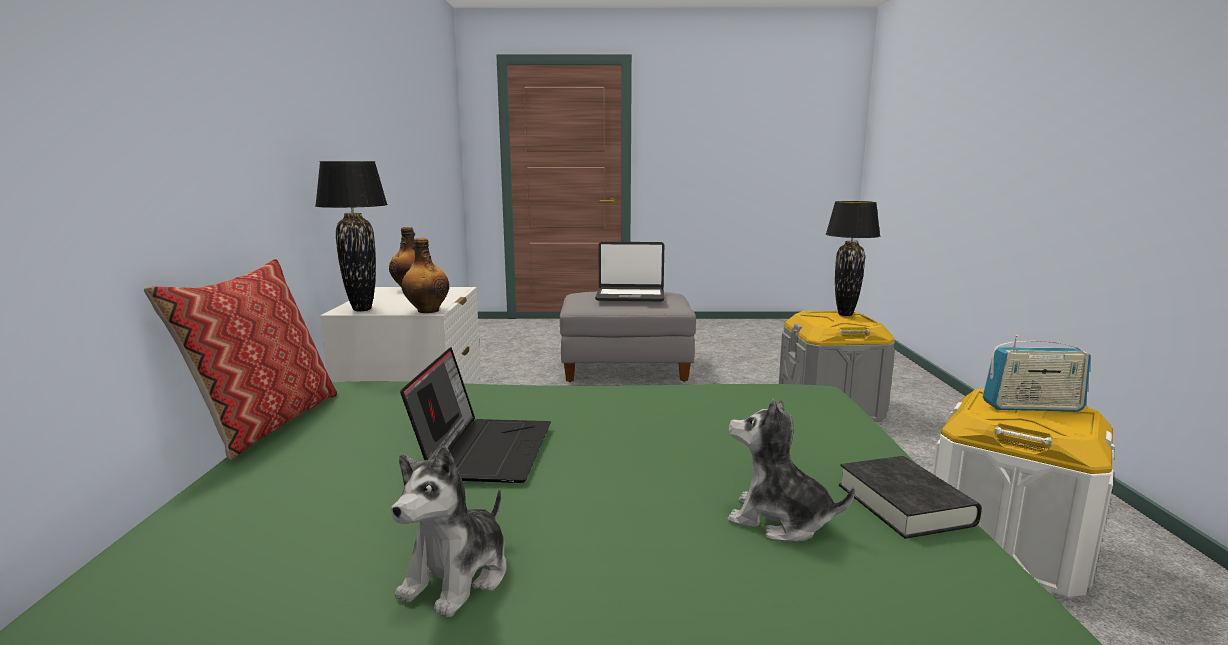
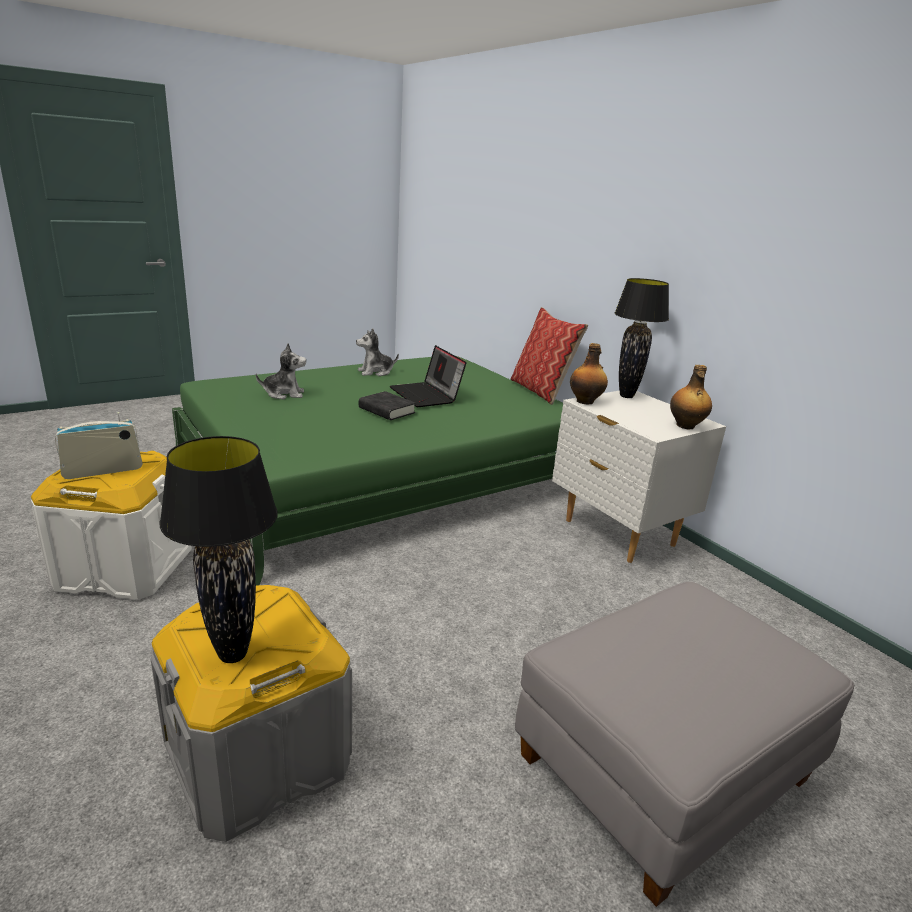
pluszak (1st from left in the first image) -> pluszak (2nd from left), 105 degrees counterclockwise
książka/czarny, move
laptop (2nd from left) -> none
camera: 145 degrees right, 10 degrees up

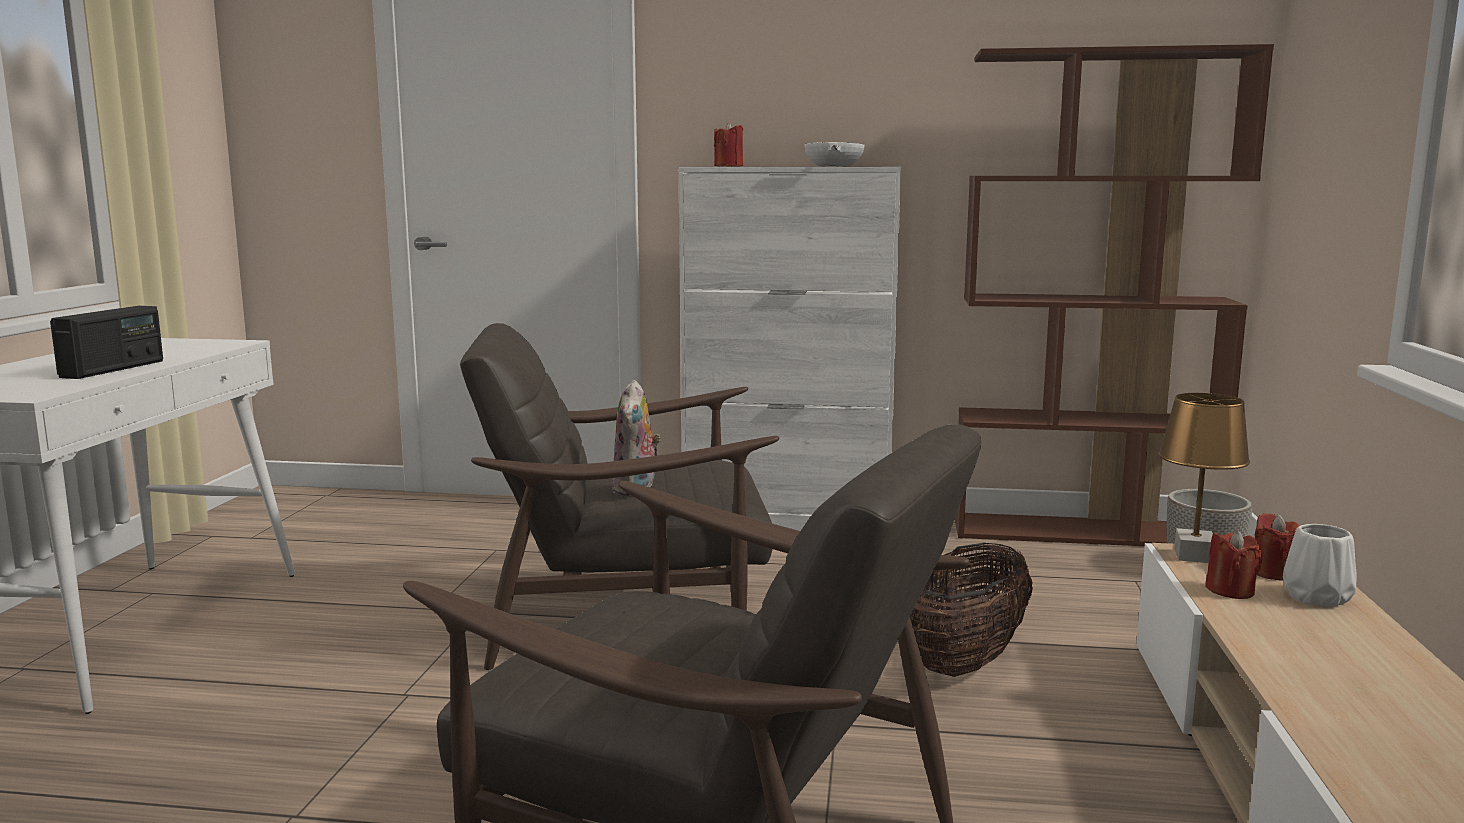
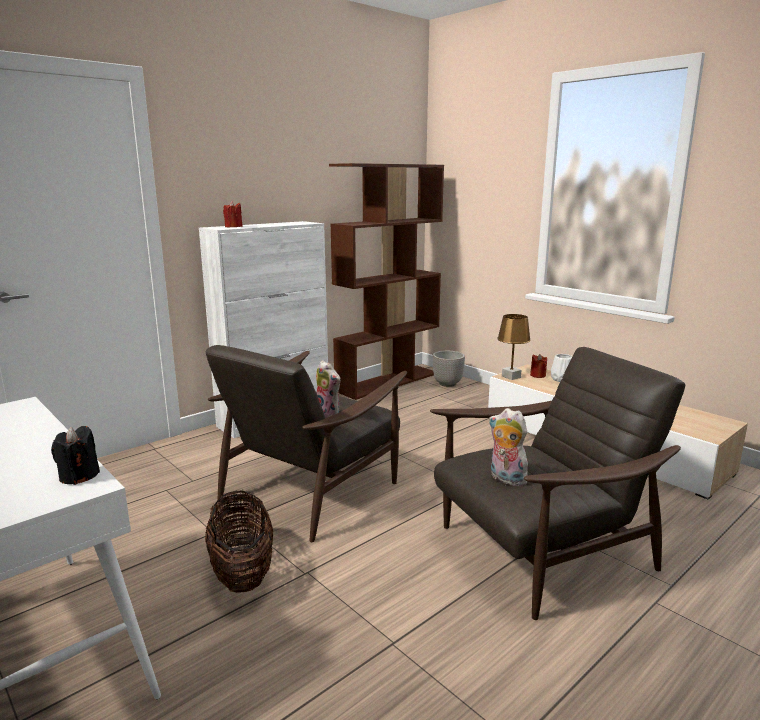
none -> świeca/czarny
koszyk, move
none -> pluszak (2nd from left)
radio -> none
miska/biały -> none
świeca/czerwony (2nd from left) -> none
camera: 50 degrees left, 5 degrees up

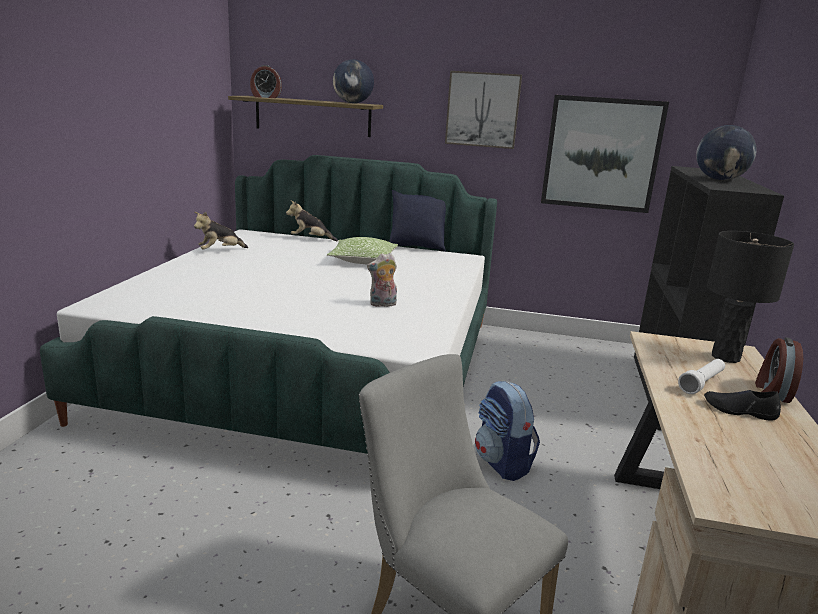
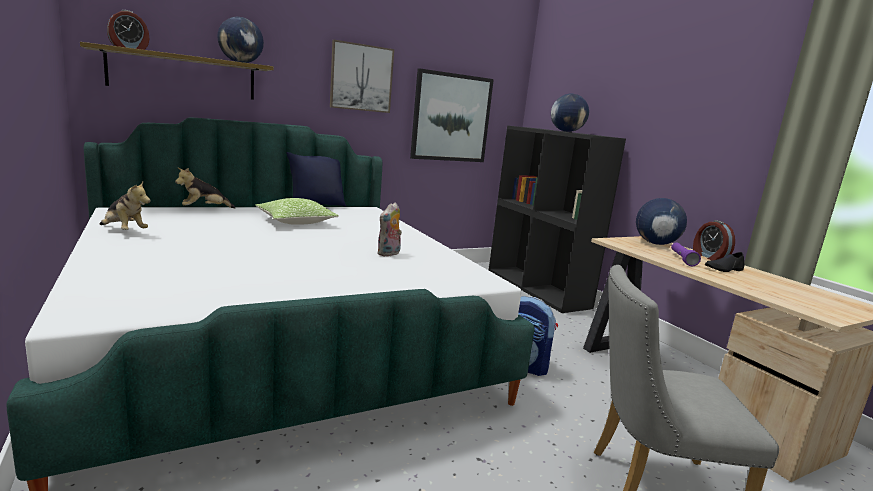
pluszak (1st from left), 75 degrees counterclockwise
lampa stołowa/czarny -> globus (3rd from left)
latarka/biały -> latarka/fioletowy
camera: 40 degrees left, 5 degrees down

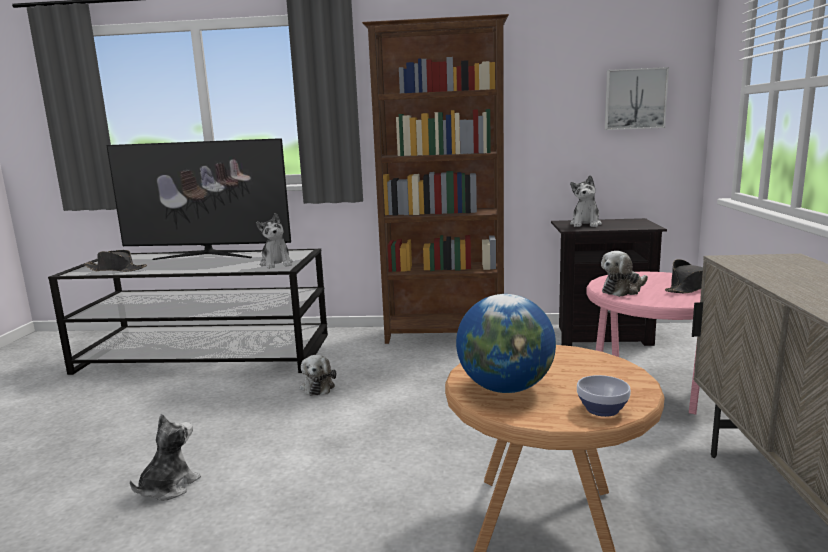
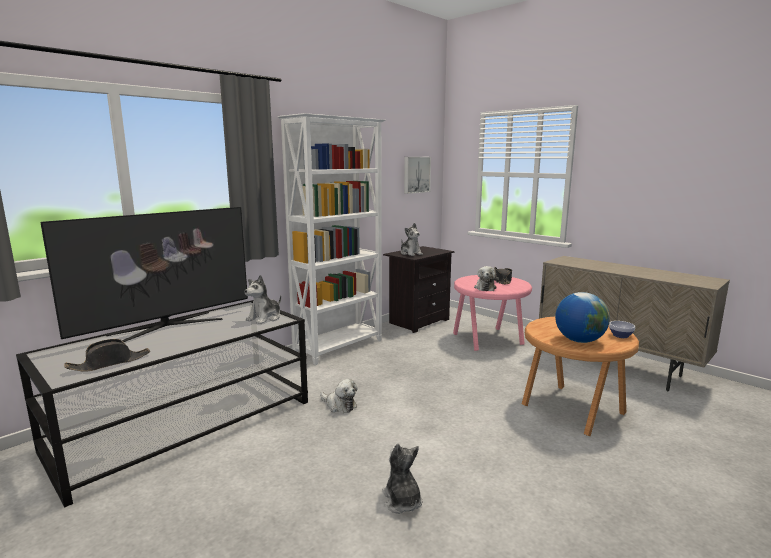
pluszak (2nd from left in the first image) -> pluszak (1st from left), 105 degrees clockwise
regał/brązowy -> regał/biały
camera: 50 degrees left, 0 degrees up

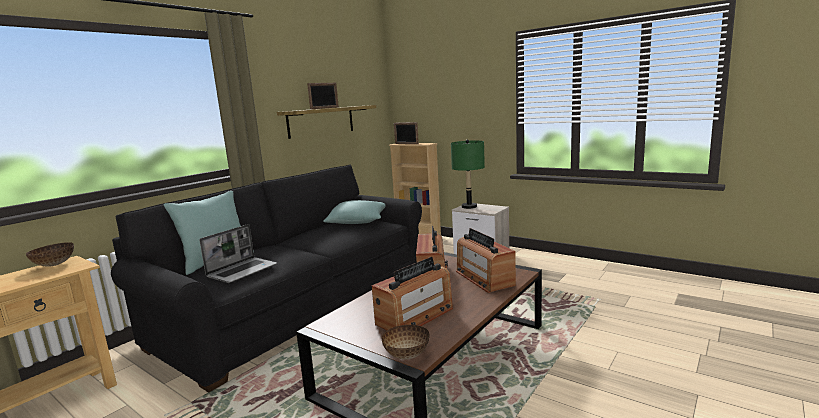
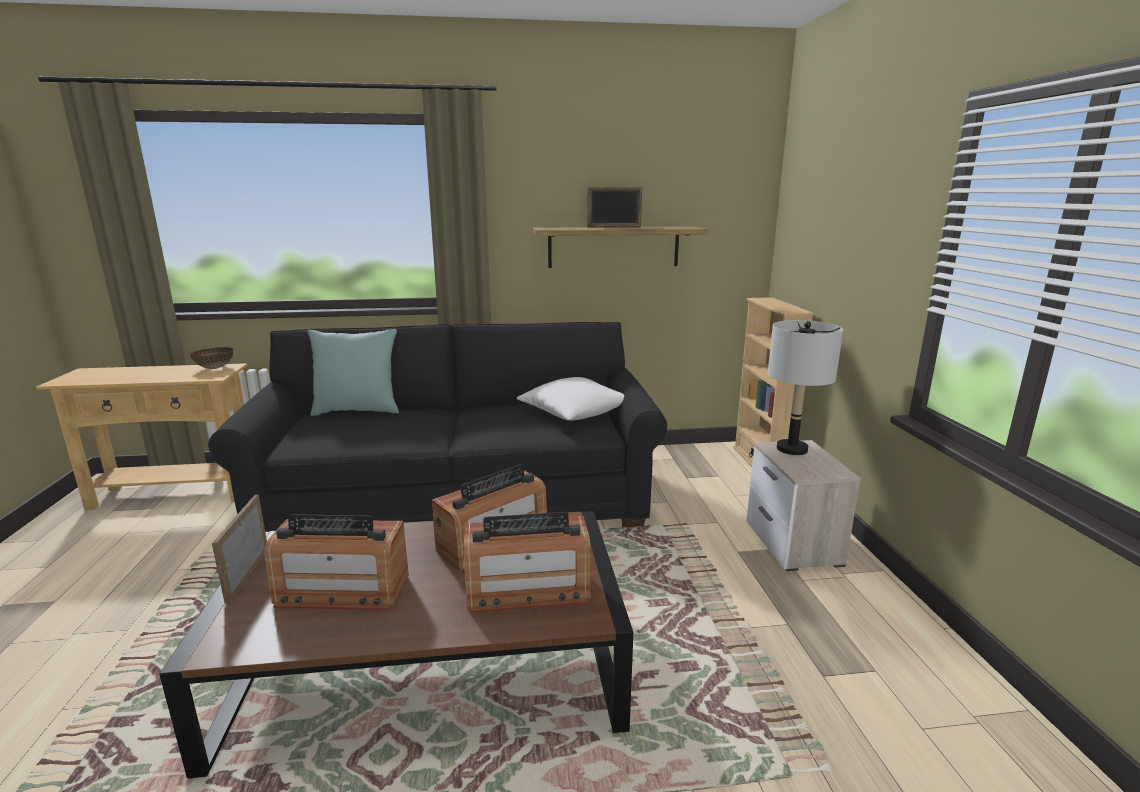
ramka na zdjęcie (2nd from left in the first image) -> ramka na zdjęcie (1st from left), move
radio (3rd from left), 120 degrees counterclockwise
poduszka/turkusowy (2nd from left) -> poduszka/biały
lampa stołowa/zielony -> lampa stołowa/szary
laptop -> none
miska (2nd from left) -> none
camera: 45 degrees right, 5 degrees up

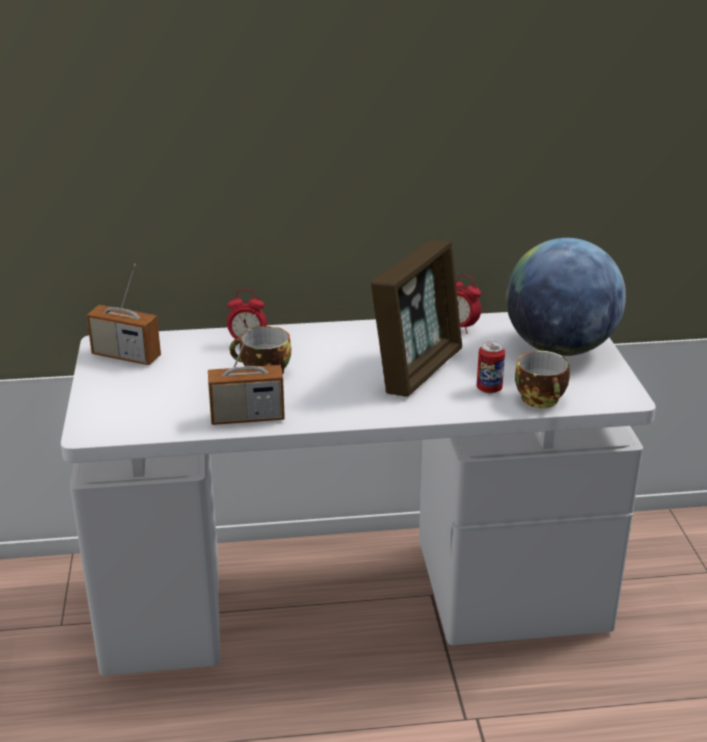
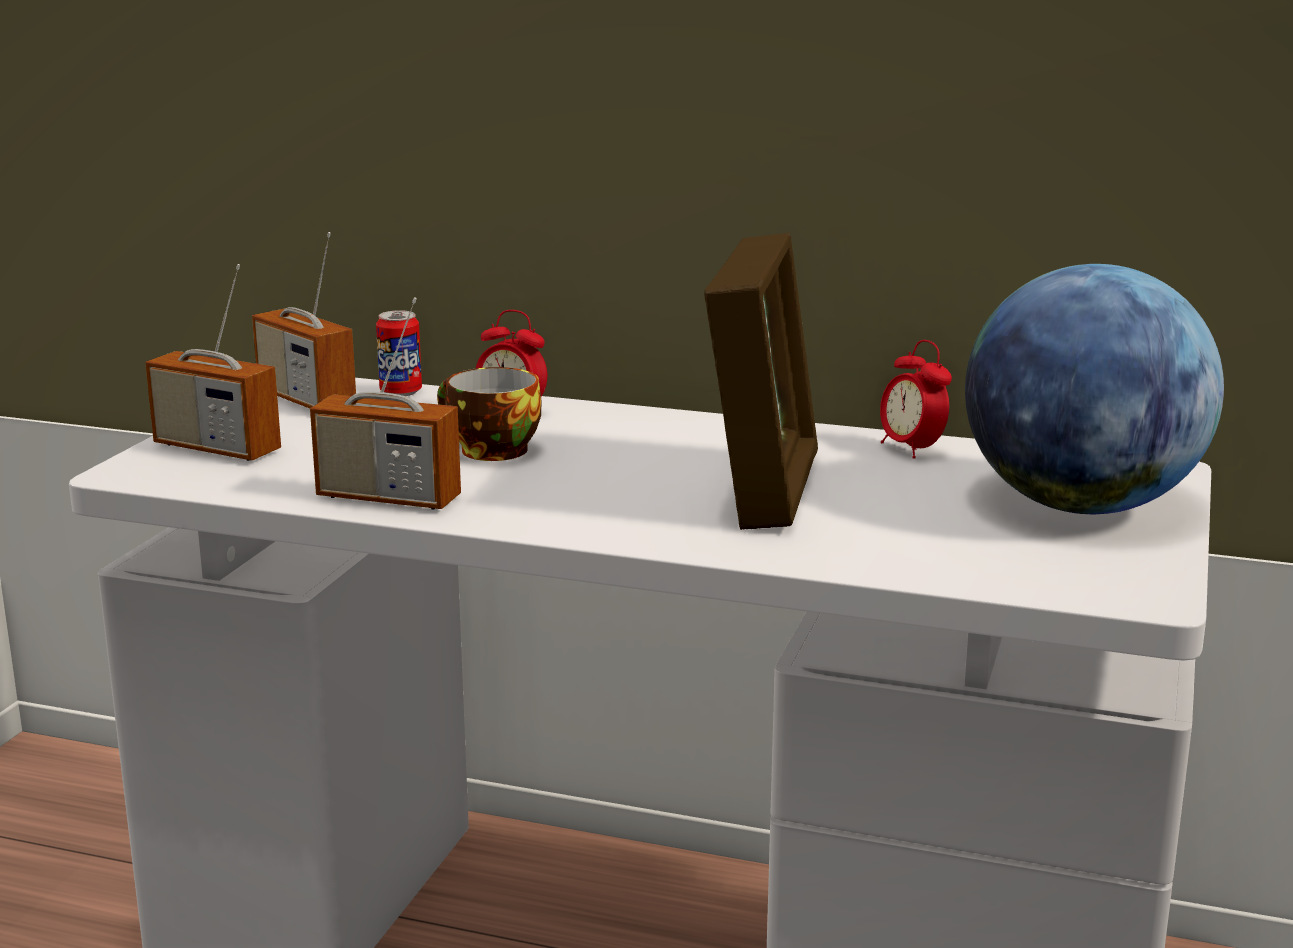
none -> radio (1st from left)
puszka, move
ramka na zdjęcie, 45 degrees counterclockwise
filiżanka (2nd from left) -> none
camera: 25 degrees right, 10 degrees down

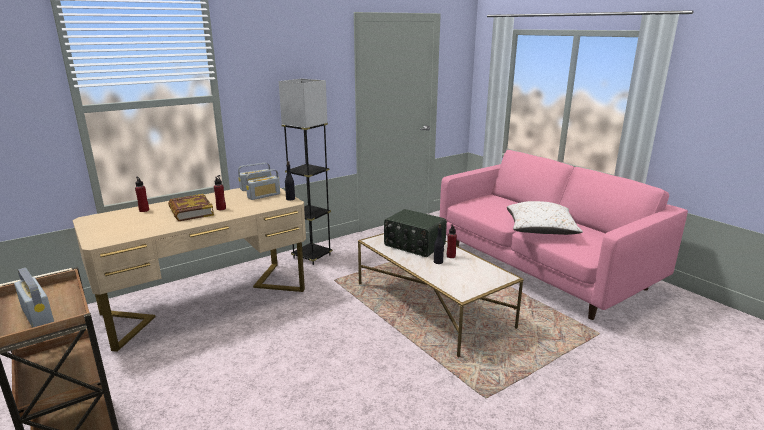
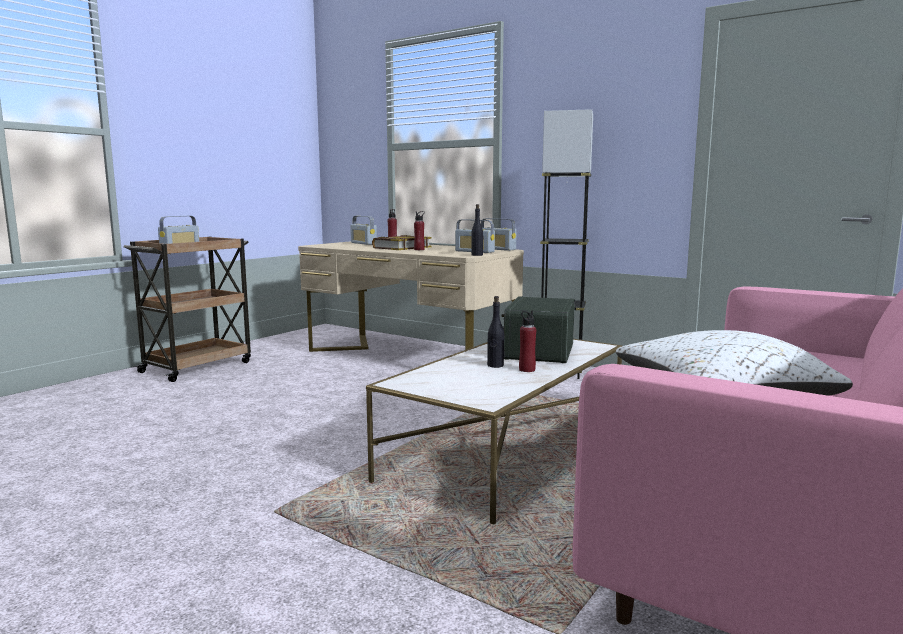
none -> radio (2nd from left)
camera: 70 degrees right, 10 degrees down

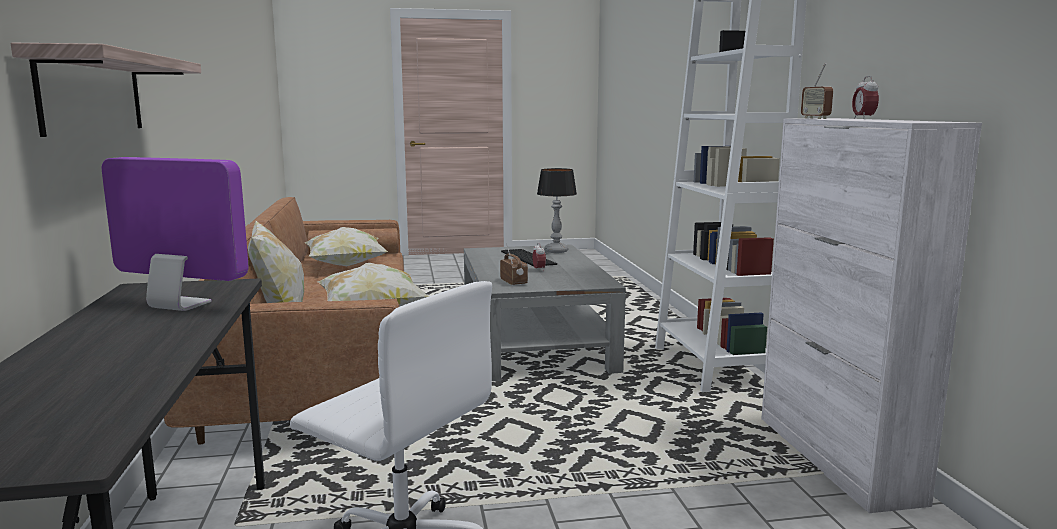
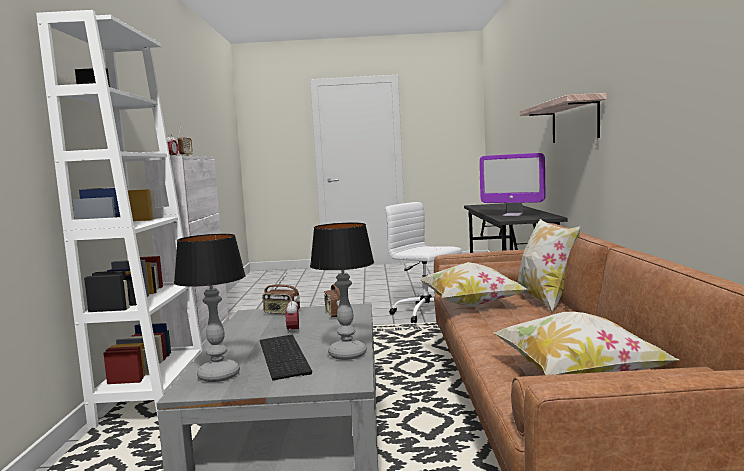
none -> radio (2nd from left)
none -> lampa stołowa (2nd from left)
camera: 170 degrees left, 5 degrees down

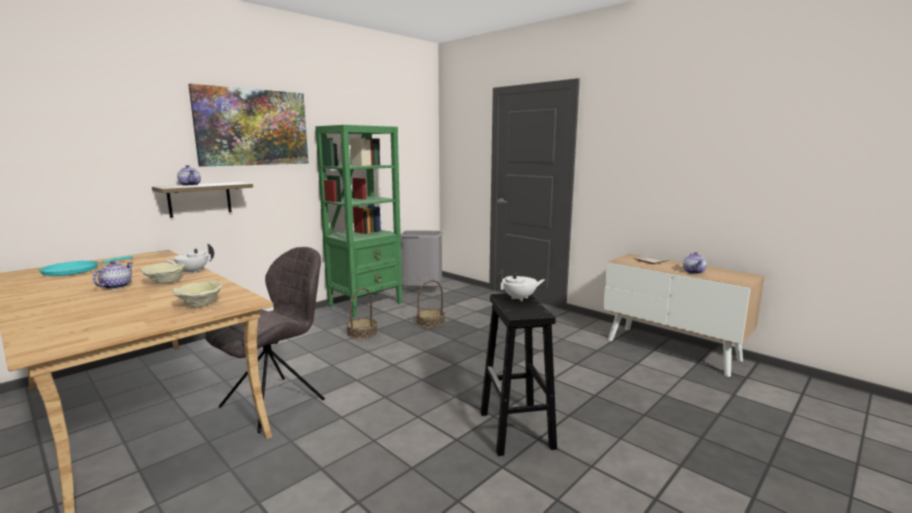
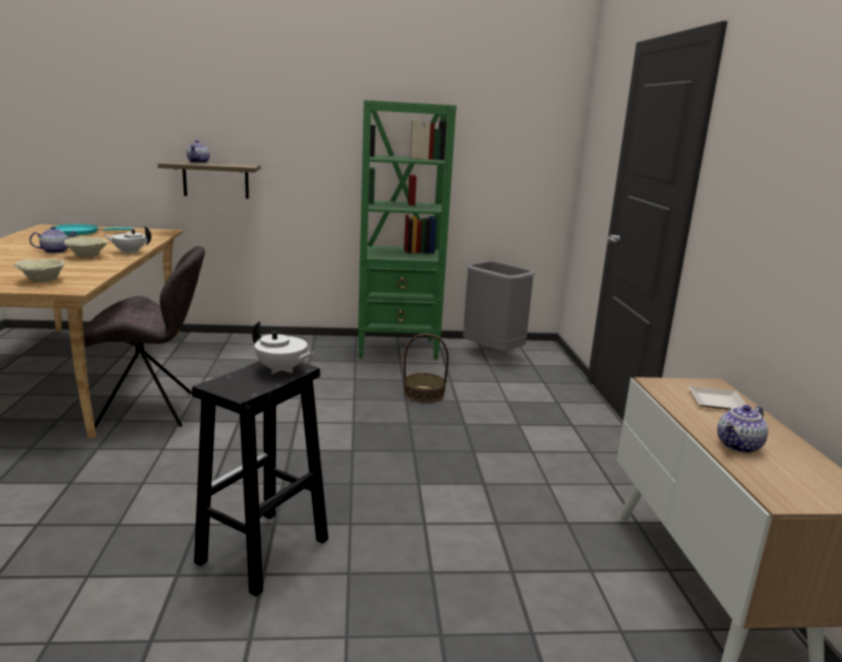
obraz -> none
koszyk (1st from left) -> none
camera: 40 degrees right, 5 degrees up

